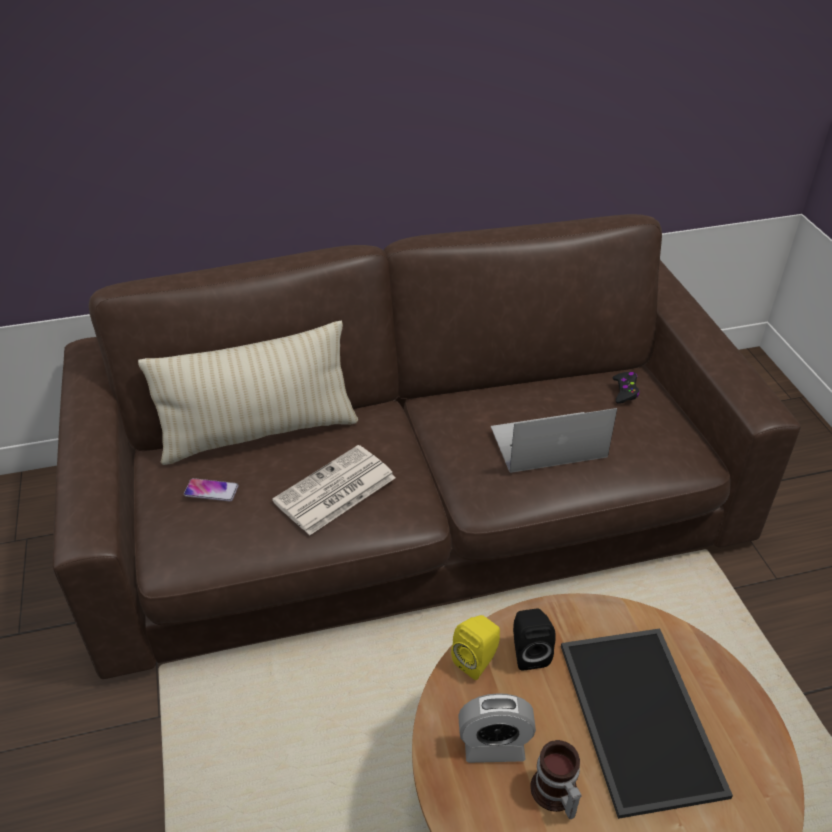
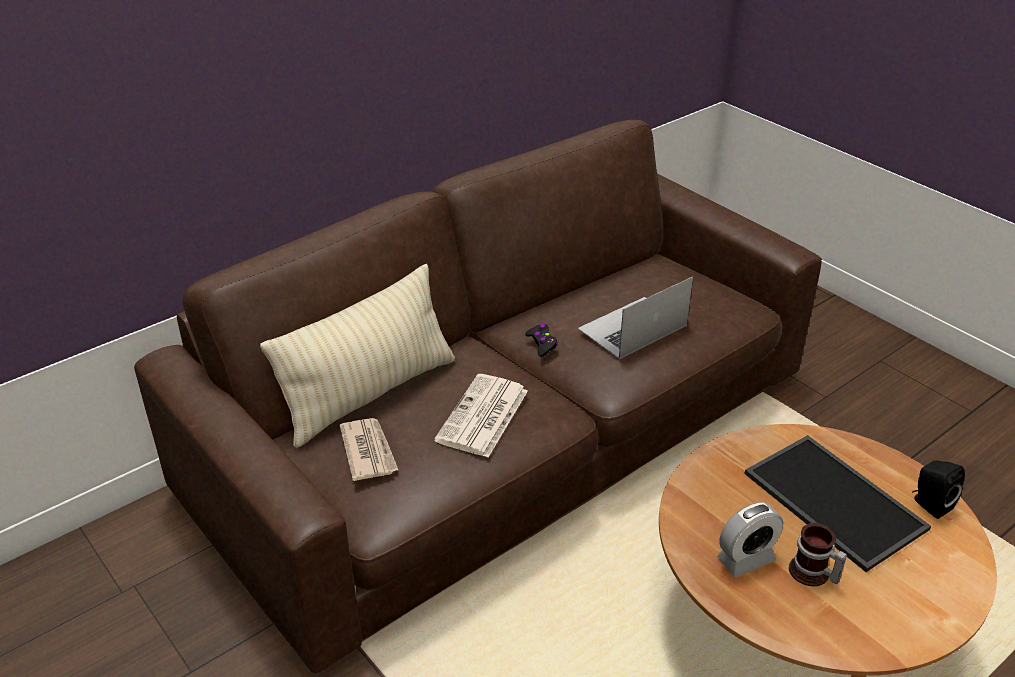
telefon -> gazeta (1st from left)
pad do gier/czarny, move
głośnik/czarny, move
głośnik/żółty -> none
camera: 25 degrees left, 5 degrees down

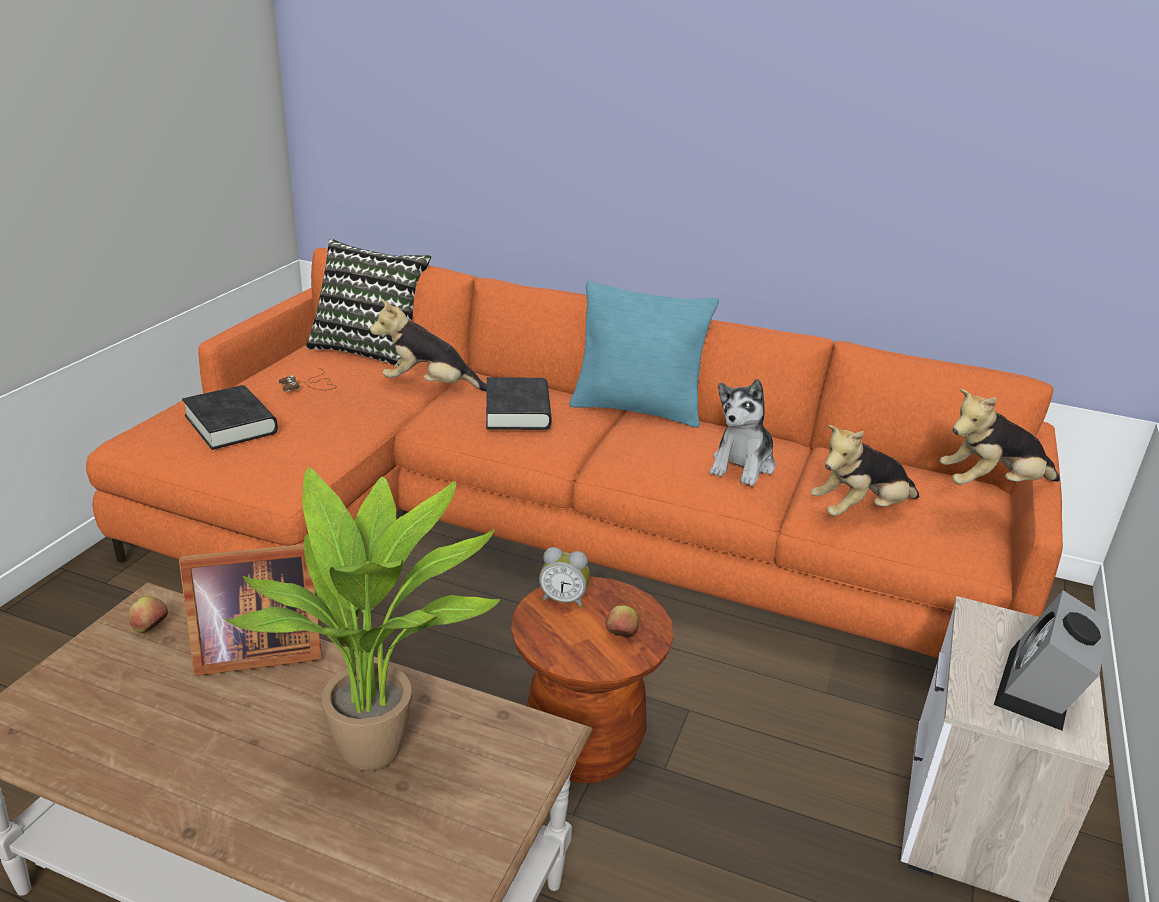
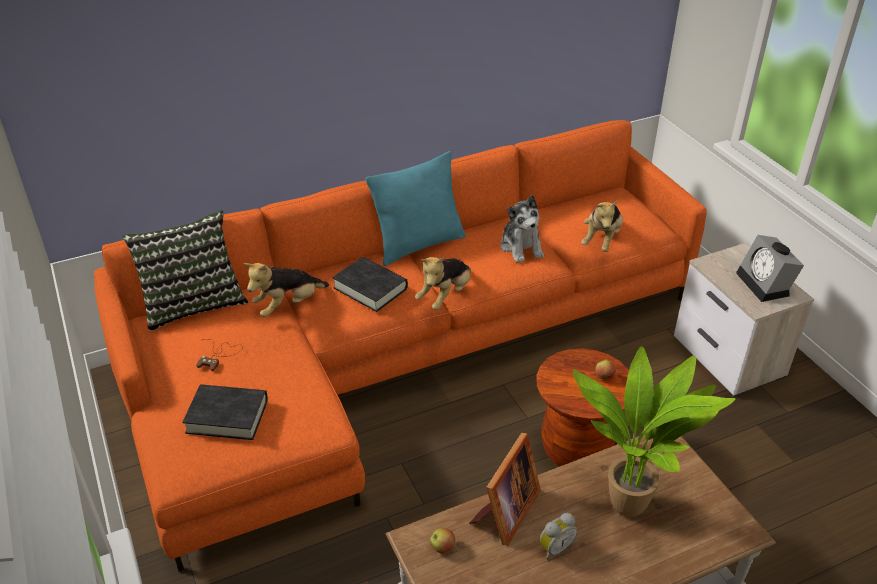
pluszak (4th from left in the first image) -> pluszak (2nd from left), move
budzik (1st from left), move
camera: 45 degrees left, 10 degrees up

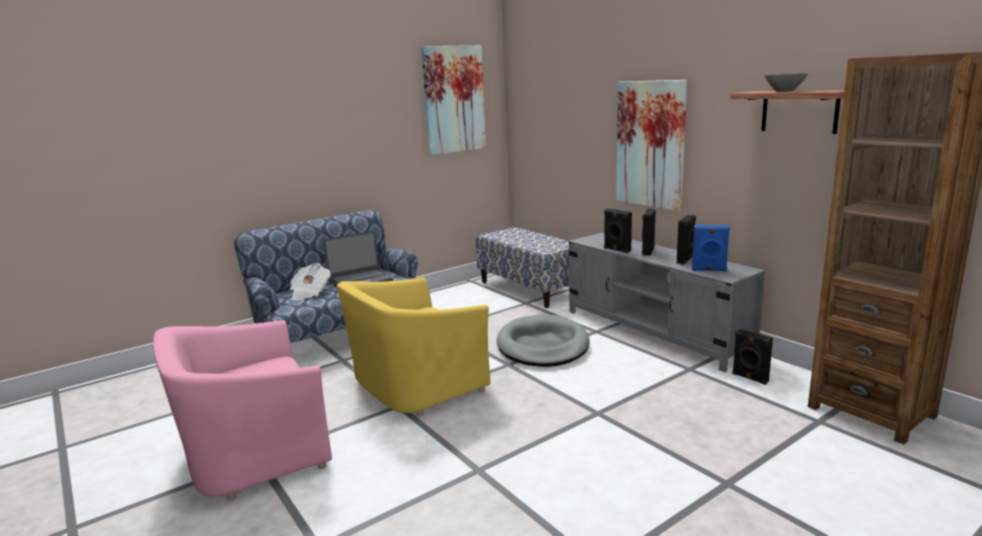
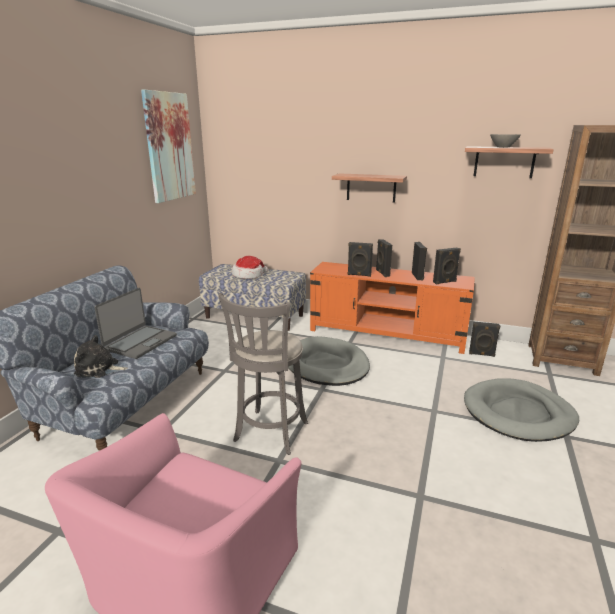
gazeta -> pluszak
fotel/żółty -> stołek/szary
none -> kapelusz
szafka pod telewizor/szary -> szafka pod telewizor/pomarańczowy
obraz (2nd from left) -> półka (1st from left)
głośnik/niebieski -> głośnik/czarny (4th from left)
none -> legowisko/szary (2nd from left)
camera: 35 degrees left, 5 degrees up

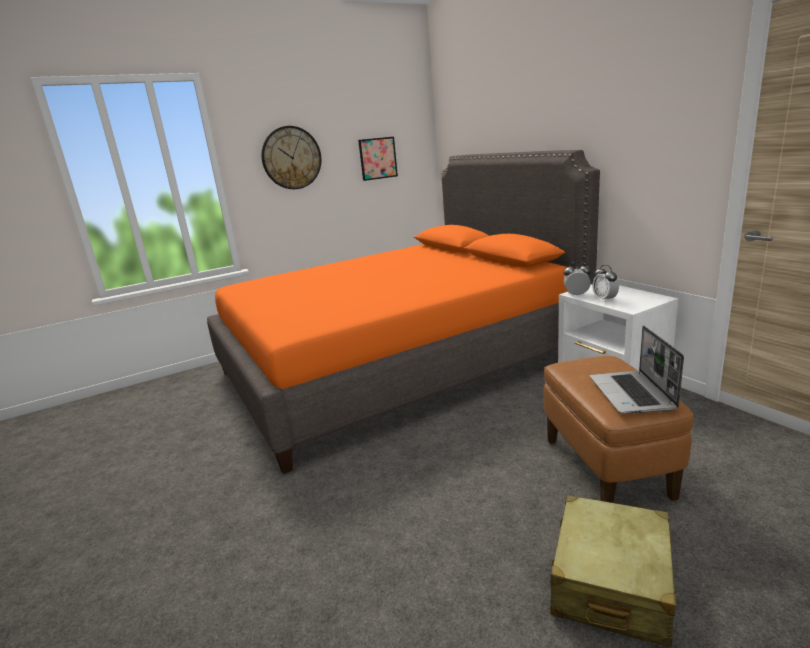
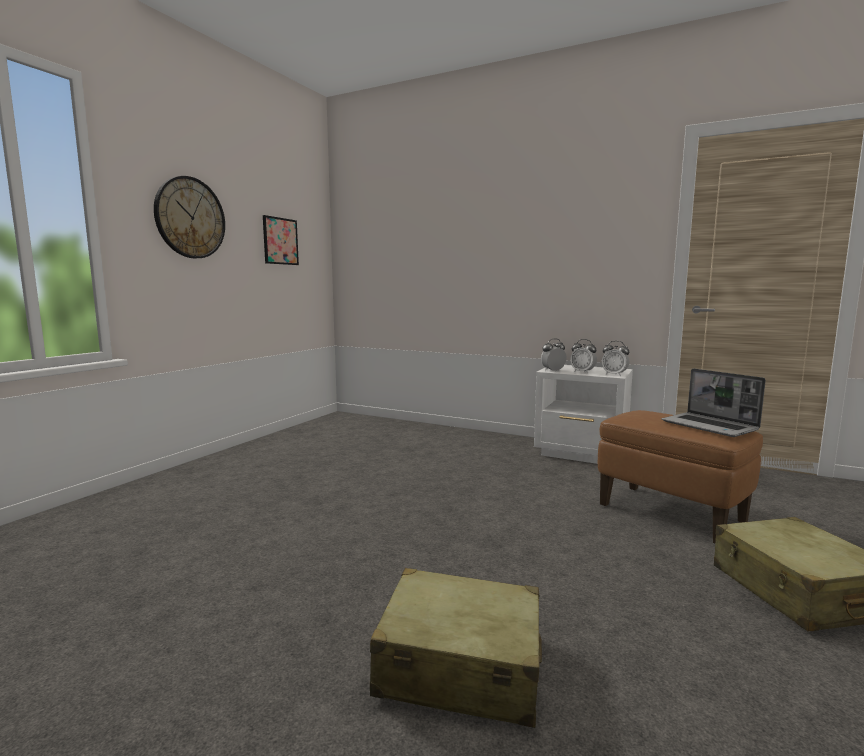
none -> walizka/beżowy (1st from left)
none -> budzik (3rd from left)
łóżko/pomarańczowy -> none
camera: 35 degrees left, 10 degrees down

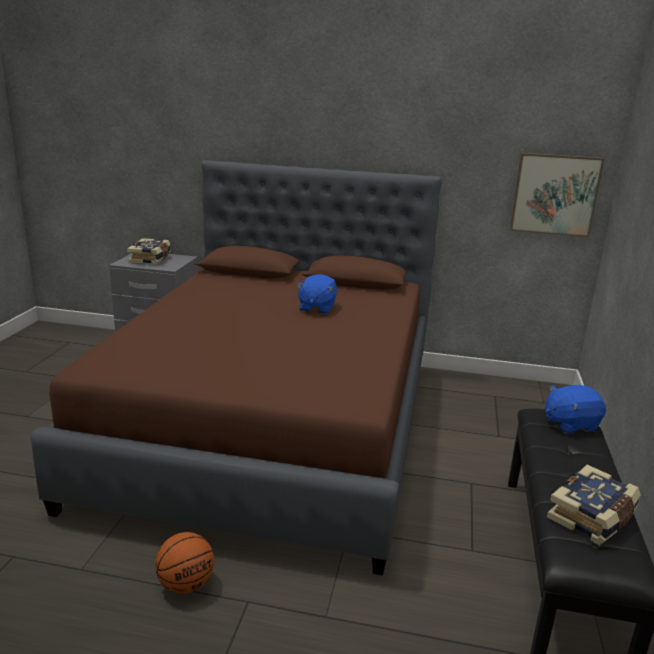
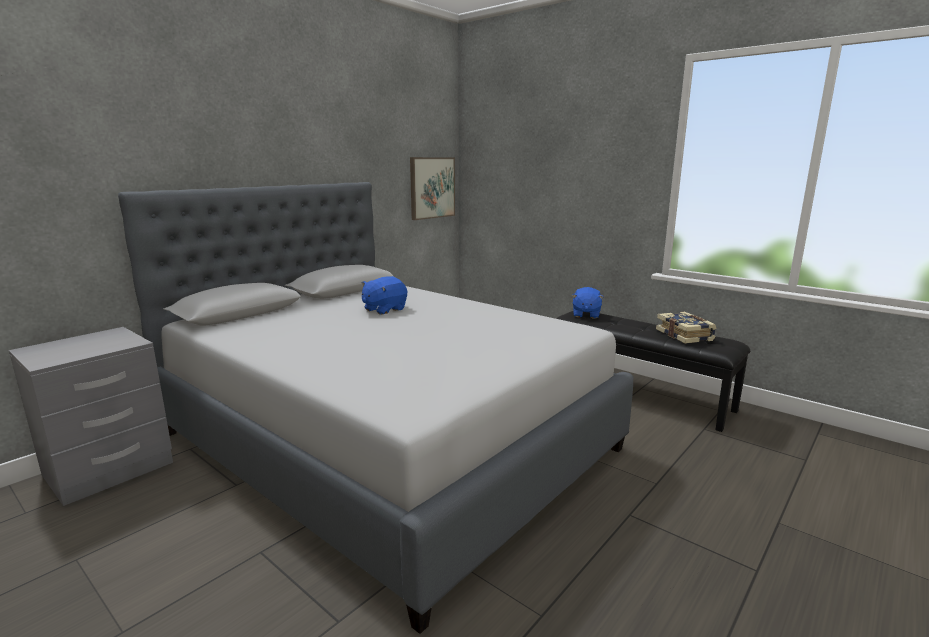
łóżko/brązowy -> łóżko/szary
pluszak/niebieski (1st from left), 90 degrees clockwise
książka (1st from left) -> none
piłka do koszykówki -> none
camera: 60 degrees left, 5 degrees down

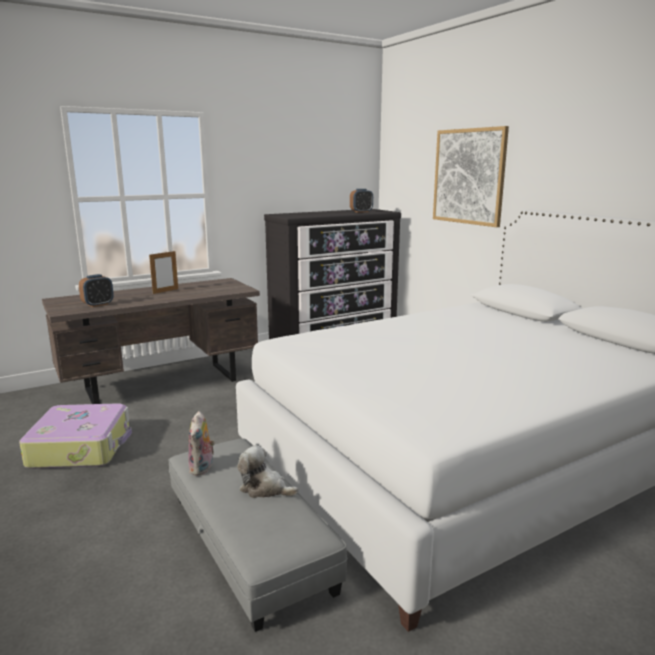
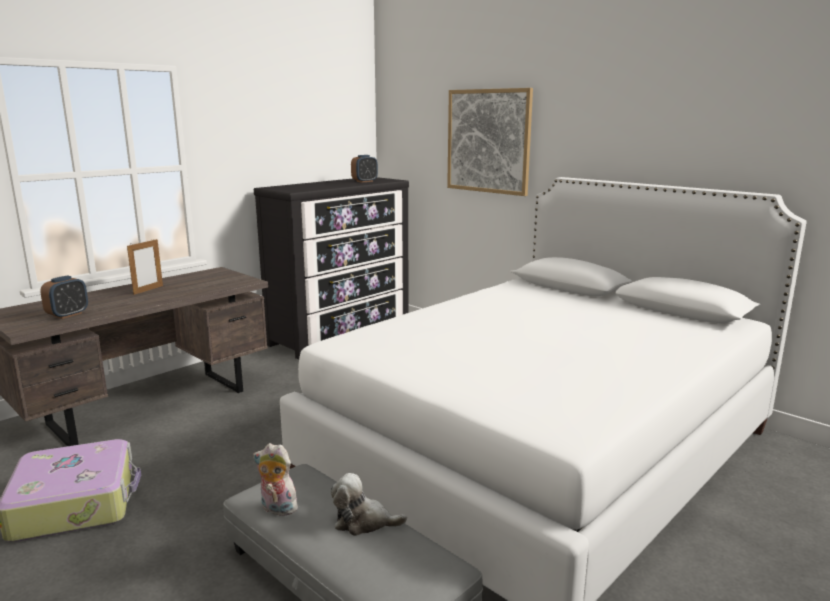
pluszak (1st from left), 120 degrees clockwise
camera: 15 degrees left, 0 degrees up

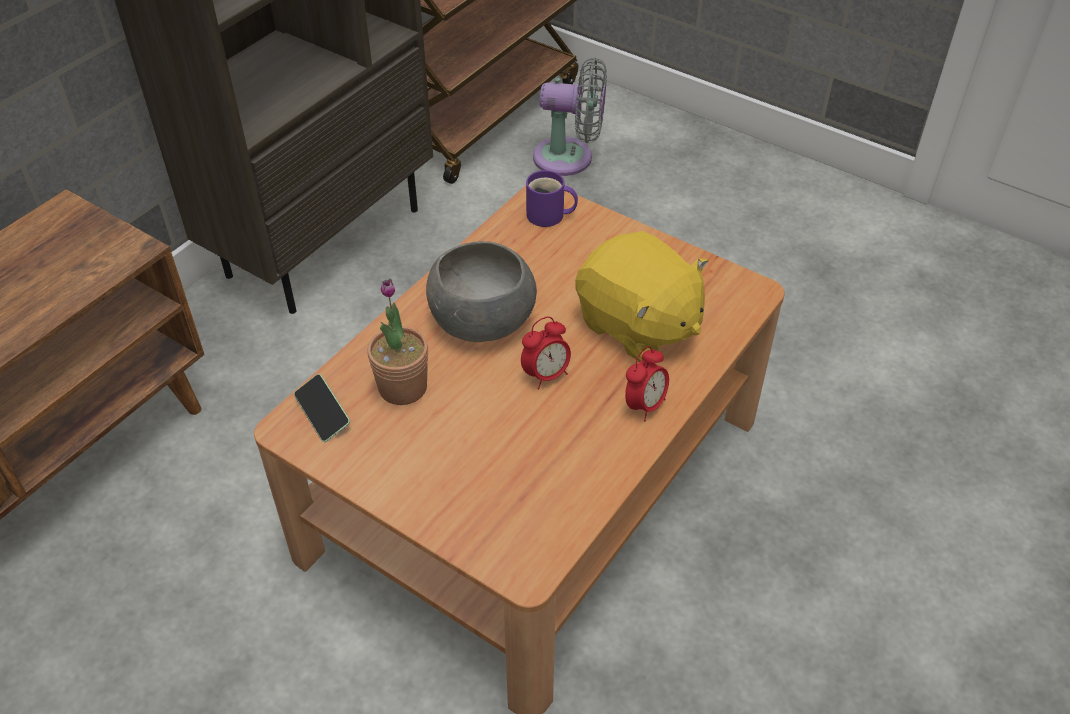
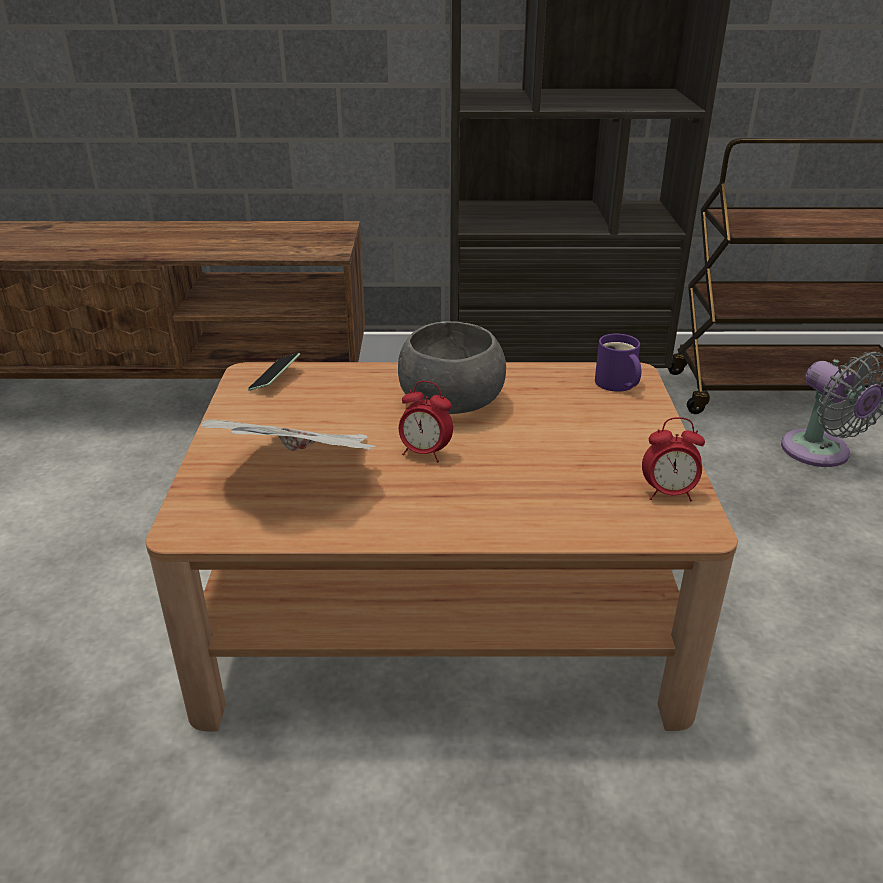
none -> gazeta
budzik (2nd from left), move
roślina doniczkowa -> none
pluszak/żółty -> none
camera: 55 degrees right, 15 degrees down

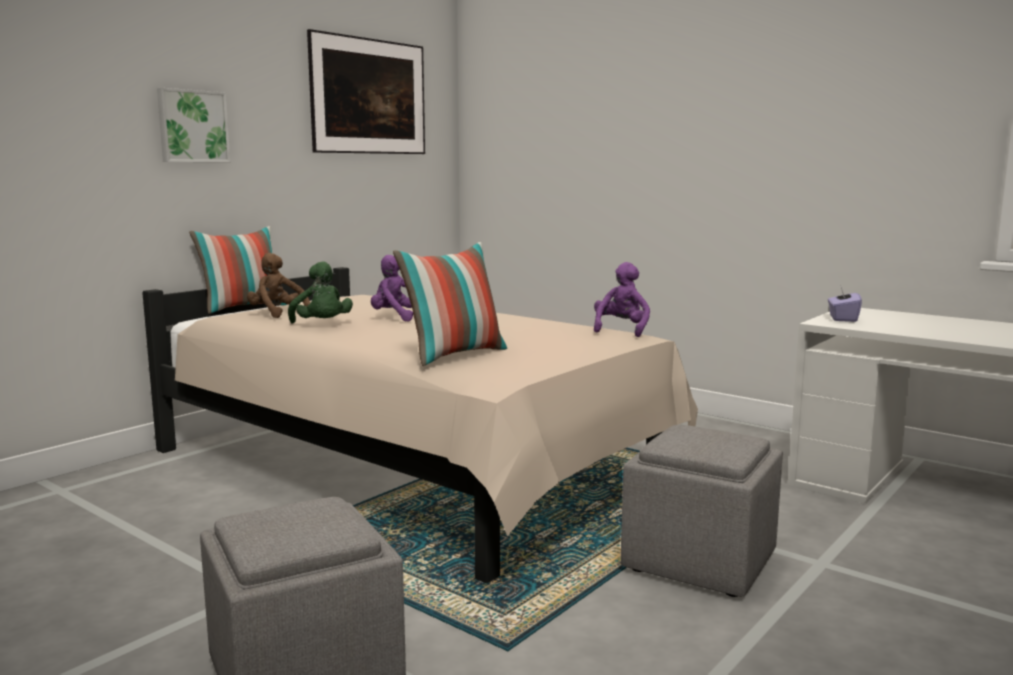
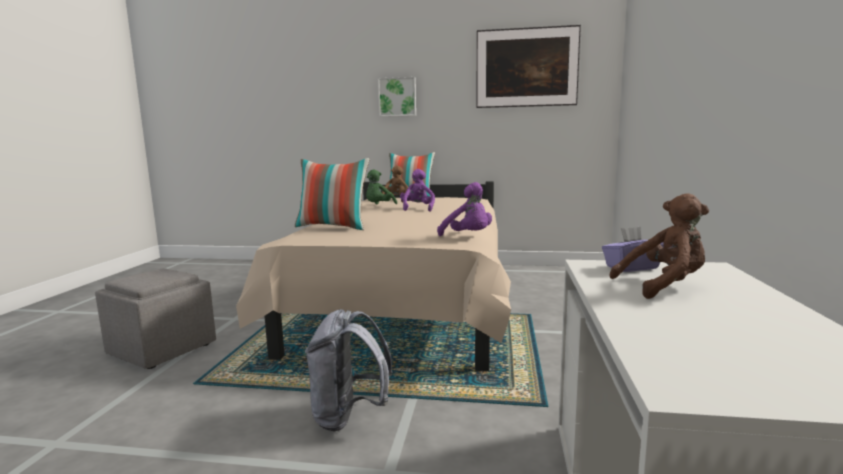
pufa/szary (2nd from left) -> plecak/szary
pluszak/fioletowy (2nd from left), 60 degrees clockwise
none -> pluszak/brązowy (2nd from left)
camera: 60 degrees right, 0 degrees up

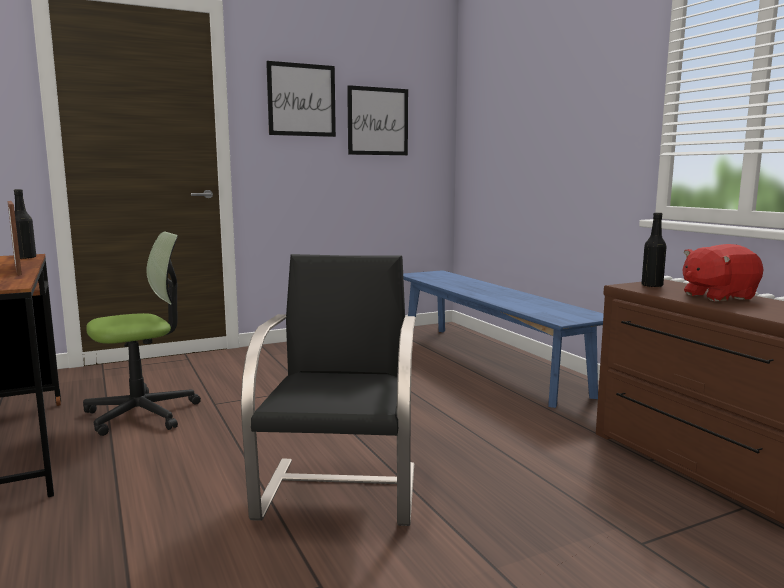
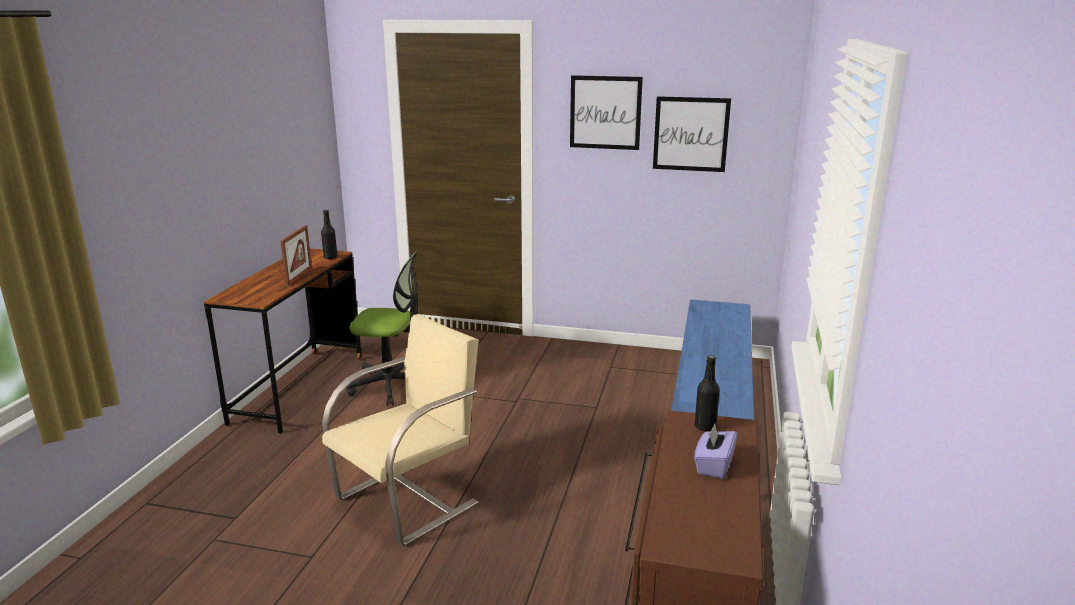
krzesło/czarny -> krzesło/beżowy
pluszak/czerwony -> pudełko chusteczek/fioletowy
camera: 40 degrees right, 10 degrees up

